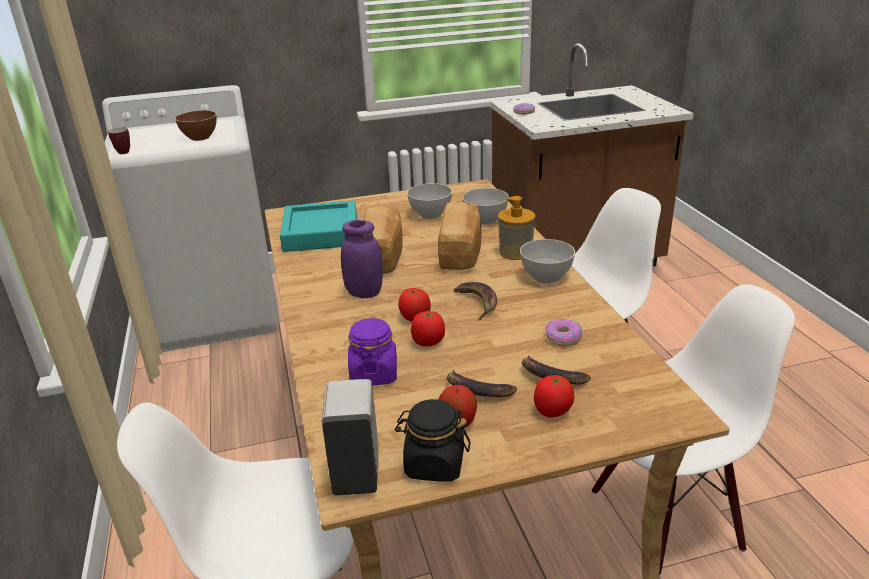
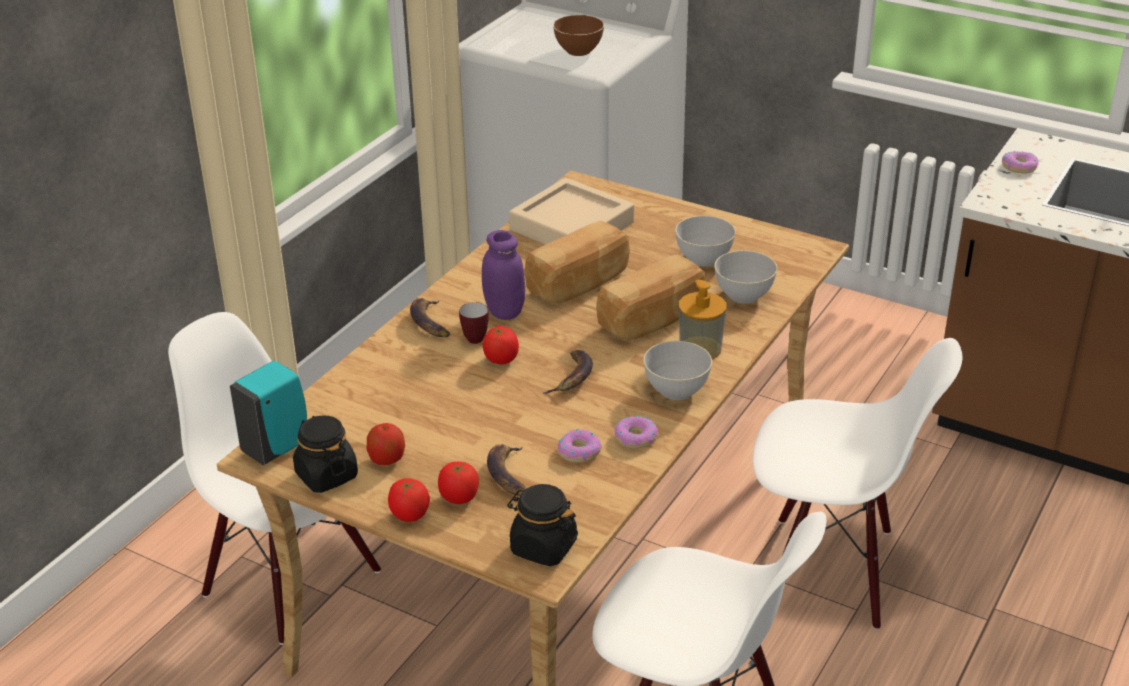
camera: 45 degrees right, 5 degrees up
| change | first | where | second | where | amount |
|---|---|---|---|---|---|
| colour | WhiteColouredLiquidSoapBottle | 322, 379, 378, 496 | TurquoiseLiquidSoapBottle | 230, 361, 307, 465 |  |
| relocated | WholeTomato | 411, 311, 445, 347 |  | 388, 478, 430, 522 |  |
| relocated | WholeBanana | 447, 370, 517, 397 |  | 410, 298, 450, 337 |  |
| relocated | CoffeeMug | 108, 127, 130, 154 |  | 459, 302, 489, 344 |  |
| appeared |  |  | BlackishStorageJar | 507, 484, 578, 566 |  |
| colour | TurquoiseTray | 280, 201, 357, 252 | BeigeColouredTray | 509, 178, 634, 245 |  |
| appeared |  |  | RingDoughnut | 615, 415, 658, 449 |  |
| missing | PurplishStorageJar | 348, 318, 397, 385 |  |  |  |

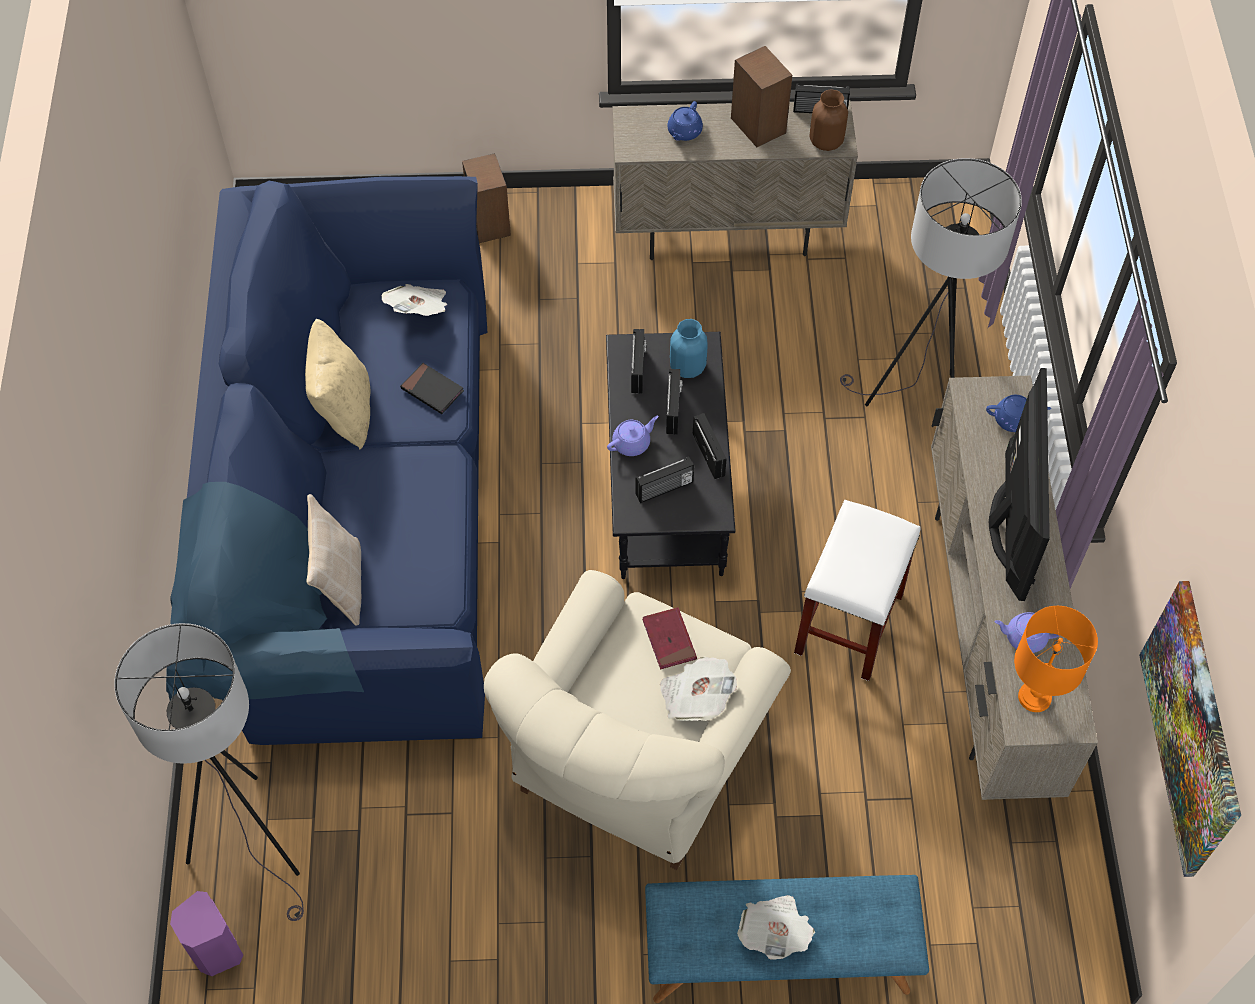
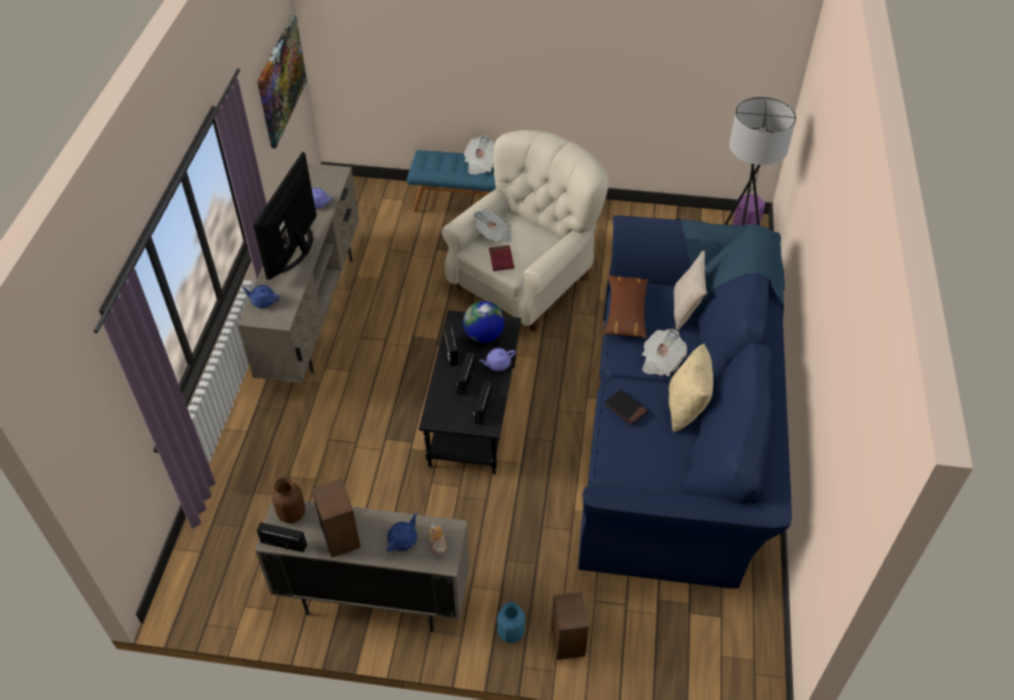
camera: 170 degrees left, 10 degrees down
| change | first | where | second | where | amount |
|---|---|---|---|---|---|
| appeared |  |  | TeaPot | 429, 524, 447, 555 |  |
| exchanged | RadioSet | 635, 456, 694, 503 | WorldGlobe | 463, 301, 505, 343 |  |
| relocated | BluishFlowerVase | 670, 319, 708, 378 |  | 497, 602, 525, 643 |  |
| appeared |  |  | BrownColouredThrowPillow | 604, 275, 649, 338 |  |
| relocated | DailyPaper | 382, 284, 447, 316 |  | 642, 329, 687, 376 |  |
| missing | WhiteColouredStoolSeat | 794, 500, 921, 681 |  |  |  |
| missing | GreyStandingLamp | 840, 158, 1022, 406 |  |  |  |
| missing | OrangeColouredLampForATable | 1014, 606, 1098, 712 |  |  |  |

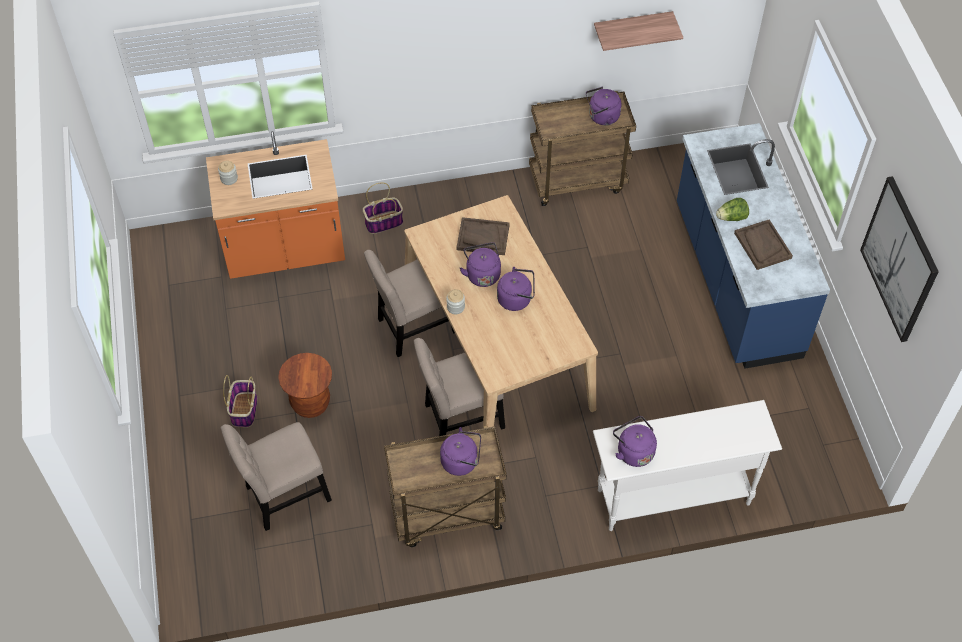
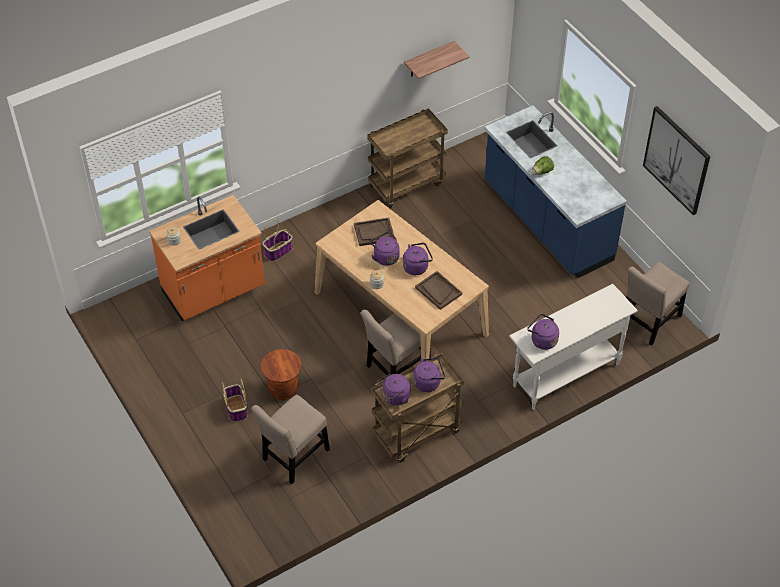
camera: 20 degrees left, 5 degrees down
| change | first | where | second | where | amount |
|---|---|---|---|---|---|
| relocated | PurplishWaterKettle | 586, 87, 622, 125 |  | 377, 374, 410, 405 |  |
| relocated | BrownColouredTray | 734, 219, 793, 270 |  | 415, 271, 462, 310 |  |
| relocated | BeigeColouredChair | 364, 250, 455, 357 |  | 627, 262, 689, 346 |  |

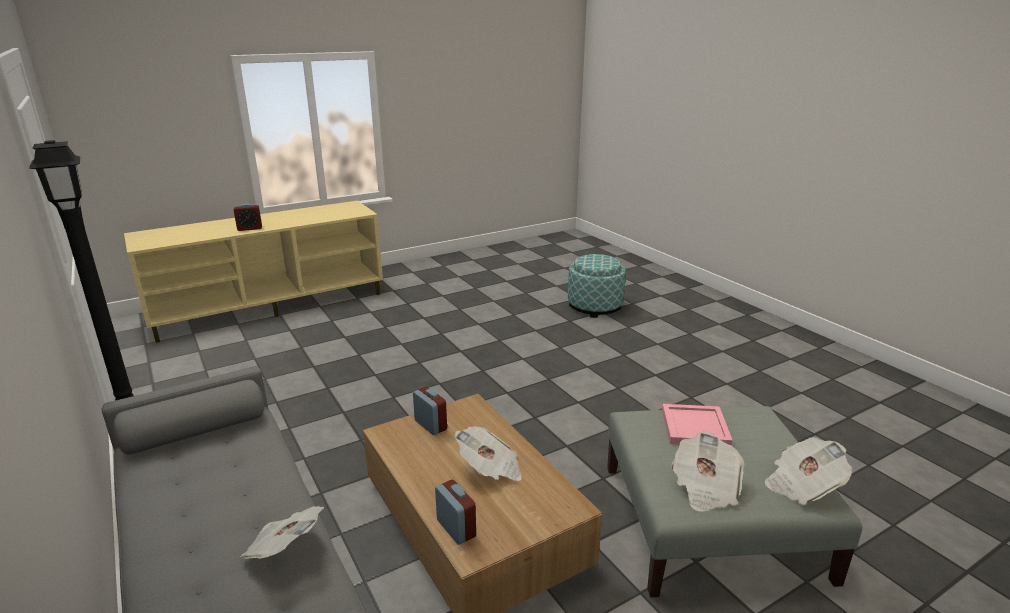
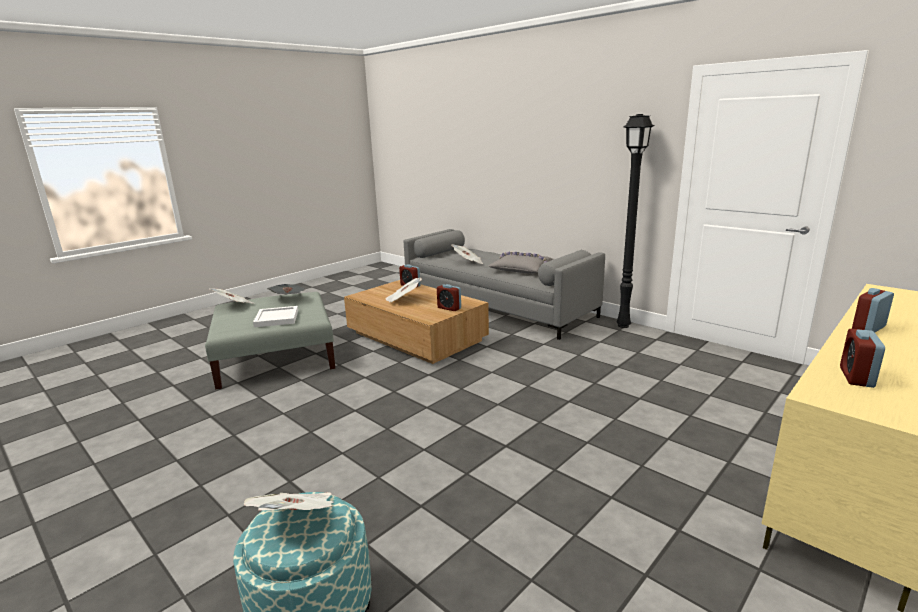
camera: 165 degrees right, 5 degrees down
| change | first | where | second | where | amount |
|---|---|---|---|---|---|
| appeared |  |  | DailyPaper | 244, 492, 334, 511 |  |
| colour | PinkColouredTray | 662, 404, 733, 446 | WhiteColouredTray | 253, 306, 298, 327 |  |
| appeared |  |  | GreyThrowPillow | 488, 252, 553, 273 |  |
| appeared |  |  | AlarmClock | 840, 329, 885, 388 |  |

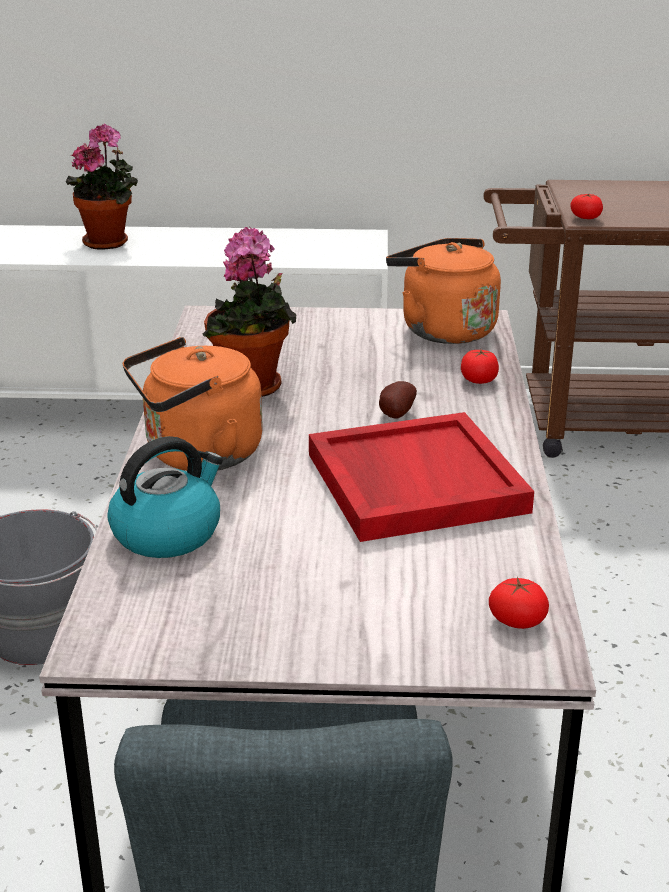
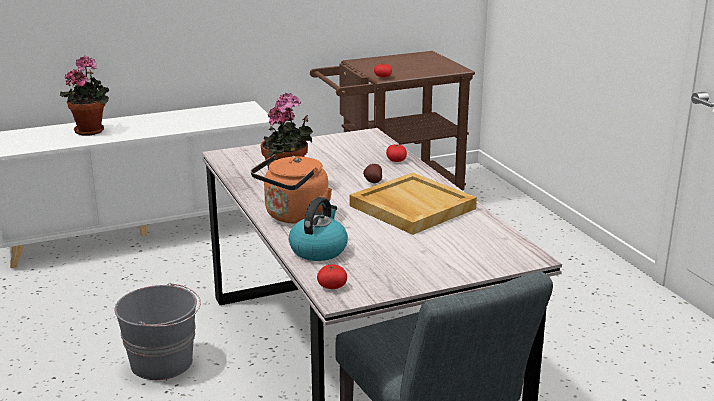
camera: 25 degrees left, 5 degrees down
| change | first | where | second | where | amount |
|---|---|---|---|---|---|
| relocated | WholeTomato | 489, 577, 549, 629 |  | 317, 264, 347, 289 |  |
| colour | ReddishTray | 309, 412, 534, 542 | BeigeColouredTray | 350, 173, 477, 235 |  |
| missing | OrangeColouredWaterKettle | 386, 238, 501, 344 |  |  |  |

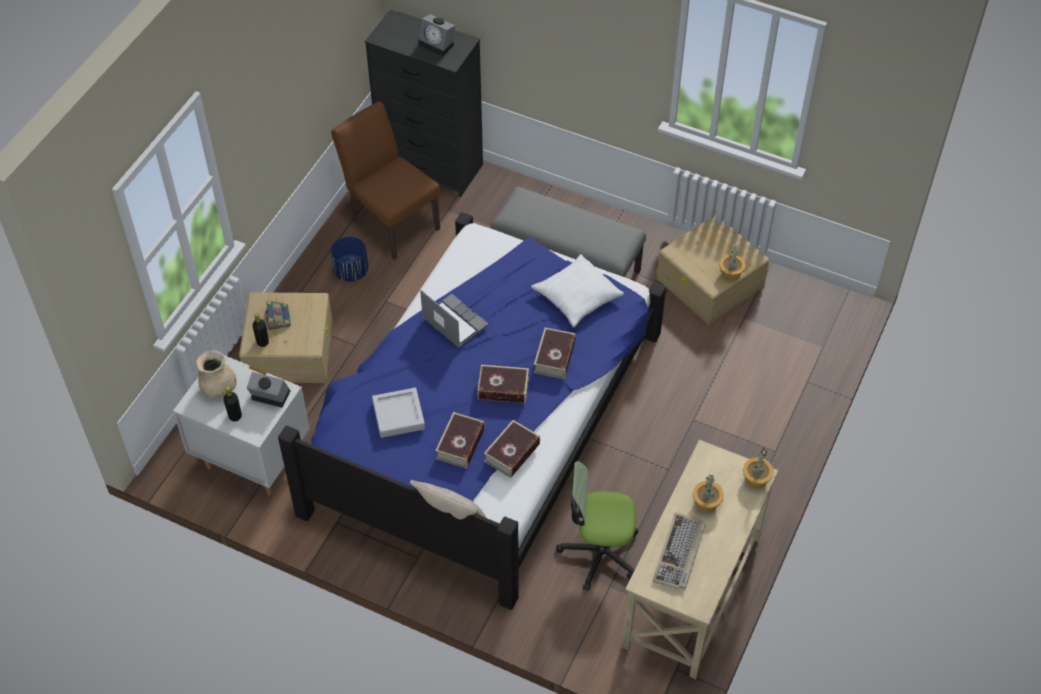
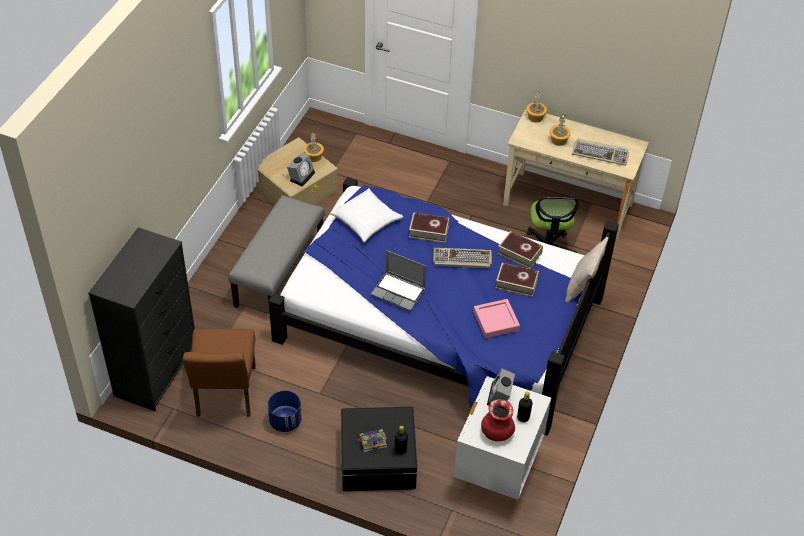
camera: 95 degrees left, 5 degrees down
| change | first | where | second | where | amount |
|---|---|---|---|---|---|
| spun | BrownColouredChair | 331, 101, 440, 260 |  | 183, 329, 256, 417 | 45 degrees counterclockwise |
| relocated | AlarmClock | 419, 14, 455, 56 |  | 287, 153, 315, 187 |  |
| colour | BeigeColouredStorageBin | 239, 292, 333, 383 | BlackishStorageBin | 341, 407, 417, 491 |  |
| spun | Laptop | 420, 290, 489, 348 |  | 371, 250, 427, 311 | 105 degrees counterclockwise |
| exchanged | BoundBook | 478, 365, 529, 403 | Keyboard | 433, 248, 492, 268 |  |
| colour | GreyTray | 372, 388, 425, 438 | PinkColouredTray | 473, 299, 520, 338 |  |
| colour | BeigeColouredFlowerVase | 196, 350, 237, 399 | ReddishFlowerVase | 481, 399, 515, 442 |  |

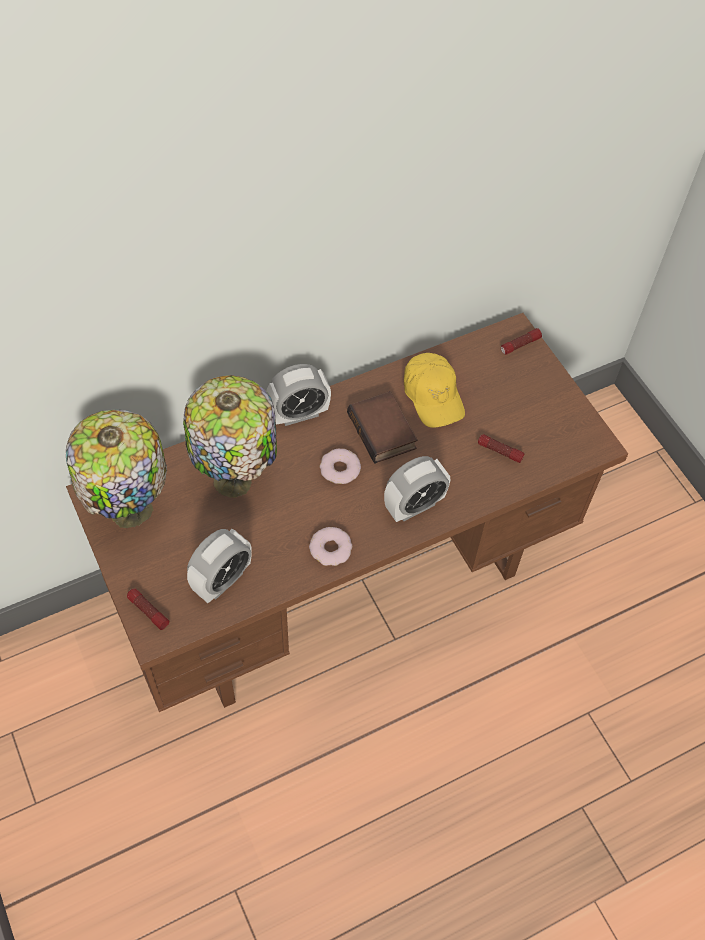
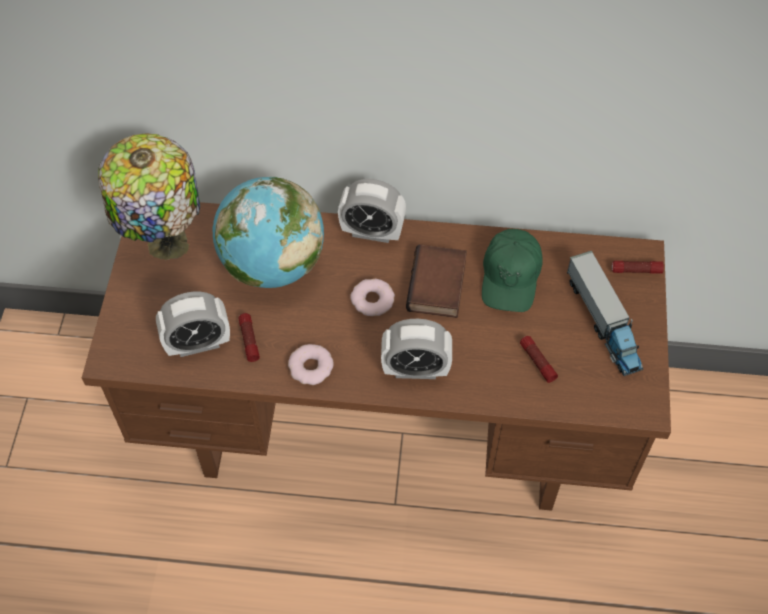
camera: 35 degrees right, 0 degrees up
| change | first | where | second | where | amount |
|---|---|---|---|---|---|
| exchanged | LampForATable | 183, 375, 277, 498 | WorldGlobe | 213, 177, 324, 288 |  |
| relocated | Torch | 127, 589, 169, 630 |  | 239, 313, 260, 362 |  |
| colour | YellowishCap | 404, 353, 465, 428 | GreenishCap | 482, 229, 543, 312 |  |
| appeared |  |  | ModelTruck | 567, 251, 643, 376 |  |

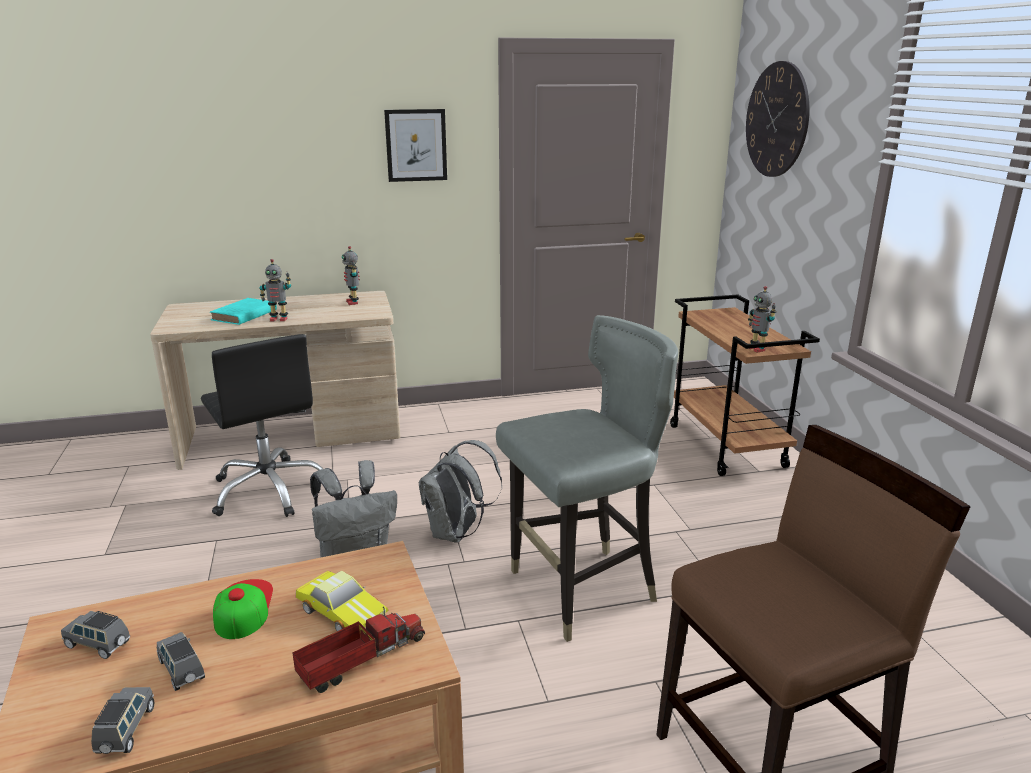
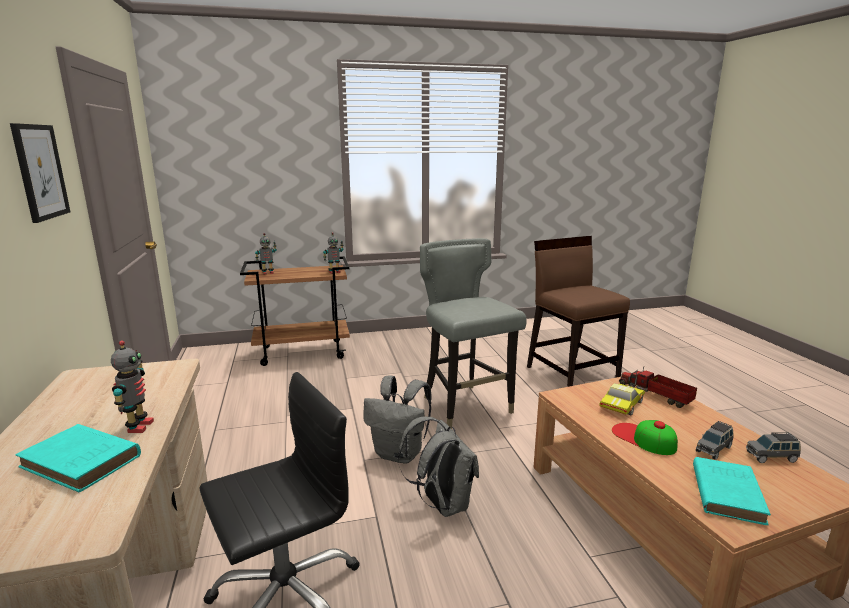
camera: 90 degrees left, 5 degrees down
| change | first | where | second | where | amount |
|---|---|---|---|---|---|
| relocated | ToyRobot | 342, 246, 360, 305 |  | 255, 233, 277, 275 |  |
| spun | Cap | 213, 579, 273, 639 |  | 612, 420, 678, 455 | 60 degrees clockwise |
| exchanged | GreyModelCar | 61, 611, 130, 659 | TurquoiseBoundBook | 693, 457, 771, 525 |  |
| missing | ClockOnTheWall | 746, 61, 810, 177 |  |  |  |

